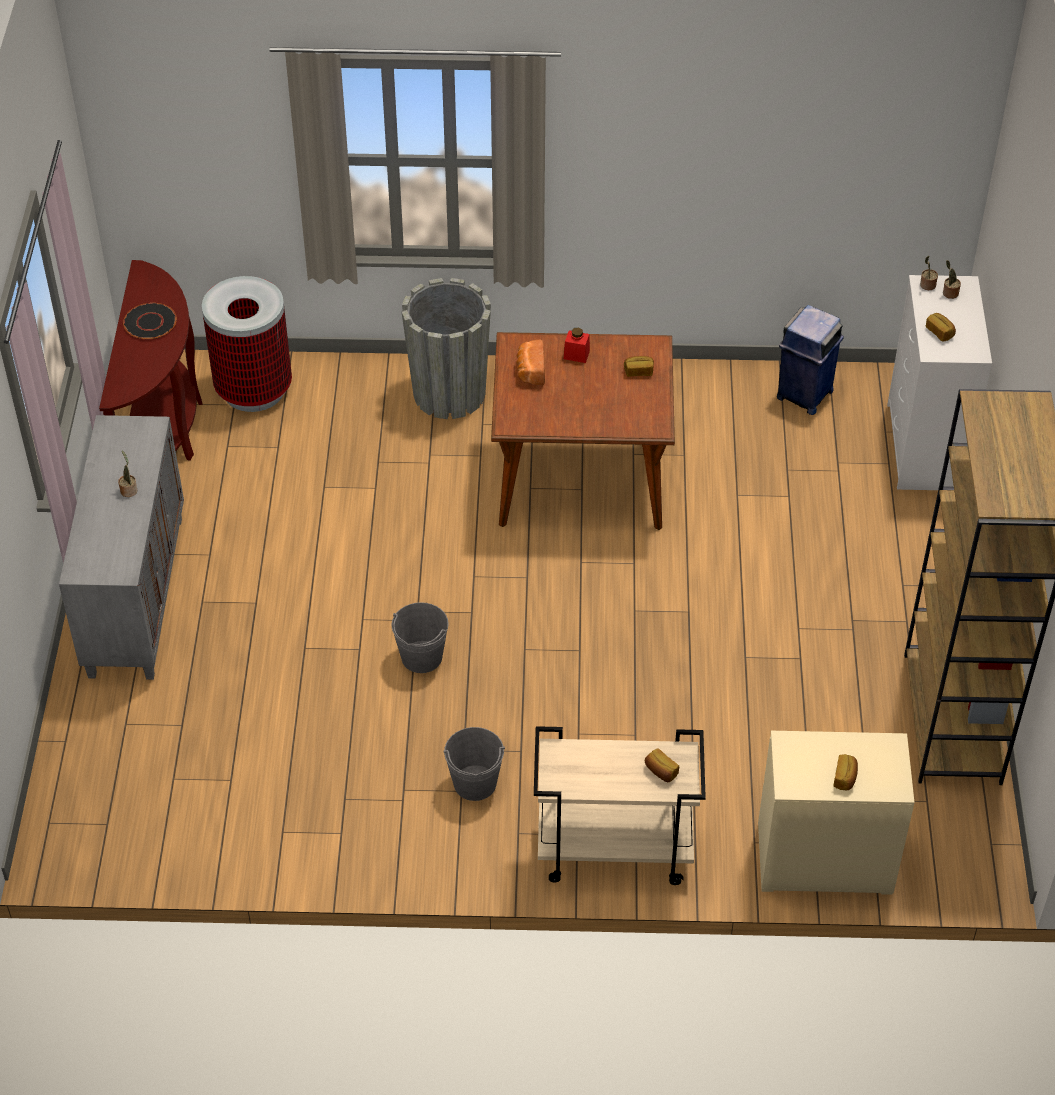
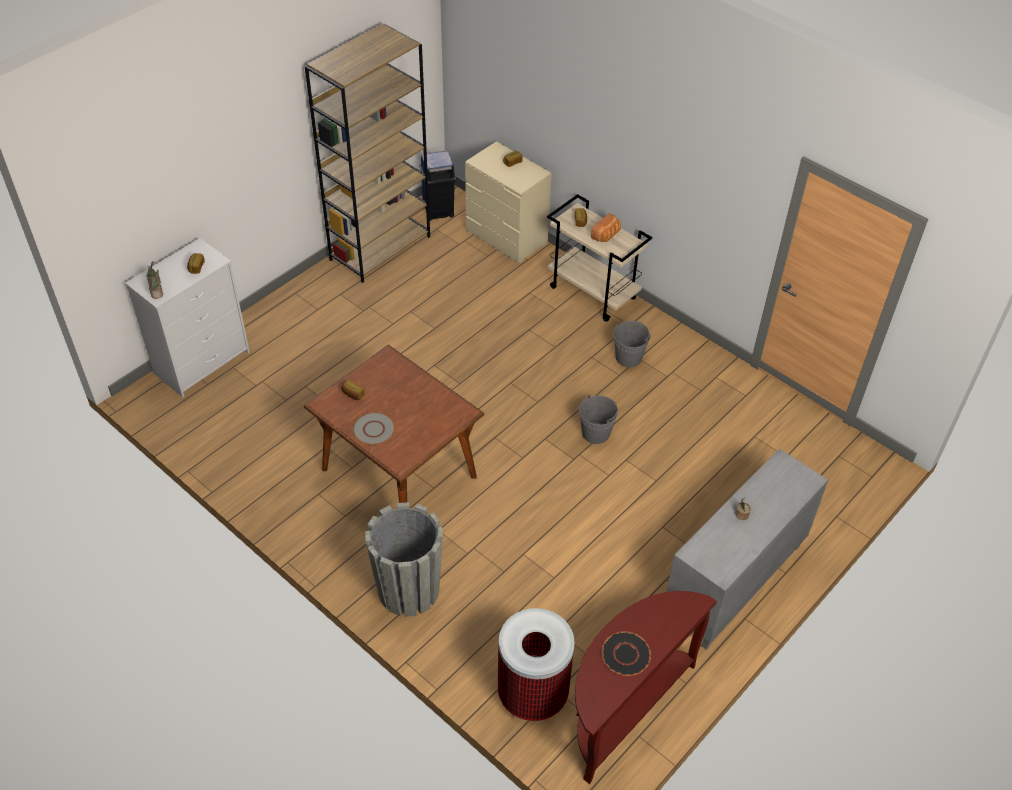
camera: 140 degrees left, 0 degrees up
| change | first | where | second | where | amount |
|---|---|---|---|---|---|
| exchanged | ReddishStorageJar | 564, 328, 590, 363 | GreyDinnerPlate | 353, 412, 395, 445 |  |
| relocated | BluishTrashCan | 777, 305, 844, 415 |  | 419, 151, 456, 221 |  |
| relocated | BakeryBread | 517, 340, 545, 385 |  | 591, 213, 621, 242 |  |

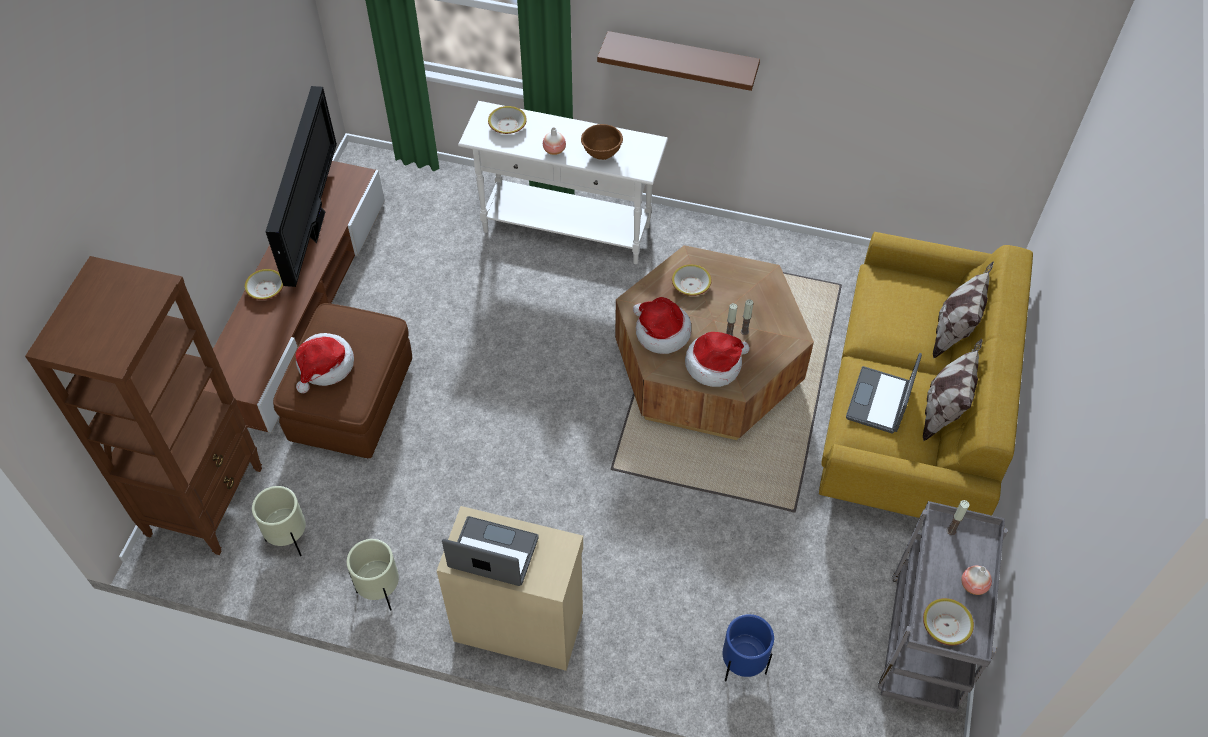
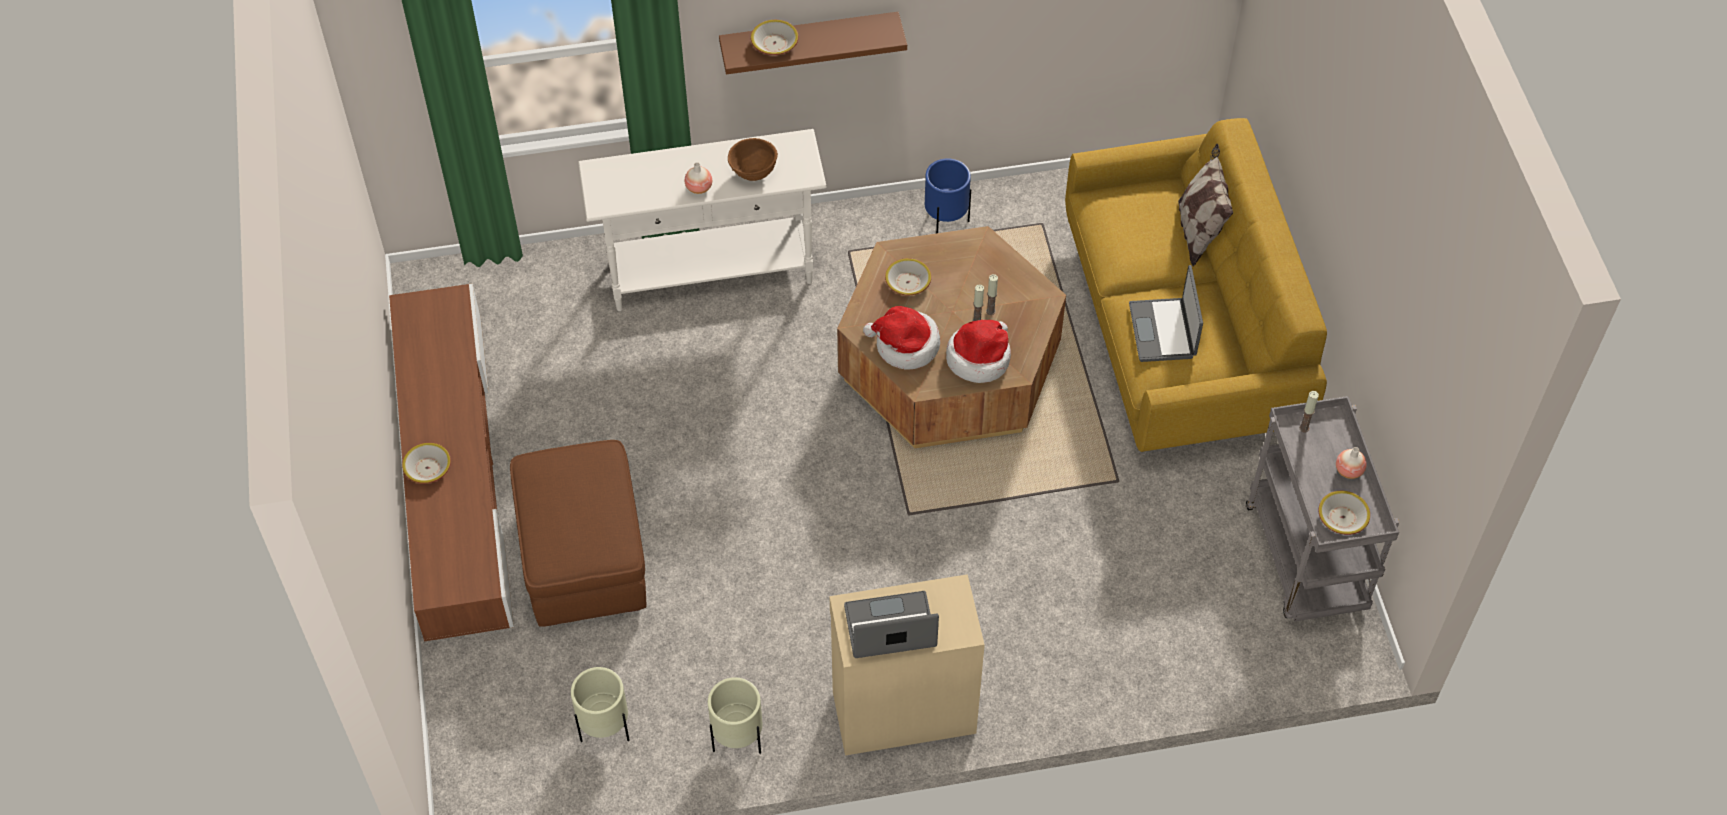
camera: 25 degrees left, 0 degrees up
| change | first | where | second | where | amount |
|---|---|---|---|---|---|
| relocated | DeepDish | 488, 106, 527, 134 |  | 751, 20, 798, 55 |  |
| relocated | BluishPlantPot | 722, 614, 774, 682 |  | 925, 158, 971, 233 |  |
| missing | BrownColouredBookcase | 25, 256, 262, 555 |  |  |  |
| missing | Tv | 265, 86, 337, 287 |  |  |  |
| missing | ClothingHat | 296, 333, 354, 393 |  |  |  |
| missing | ThrowPillow | 923, 339, 982, 442 |  |  |  |

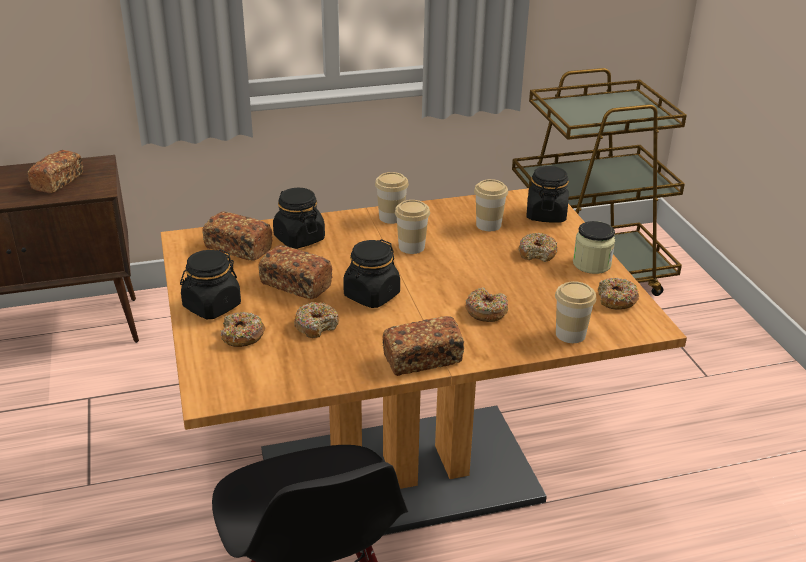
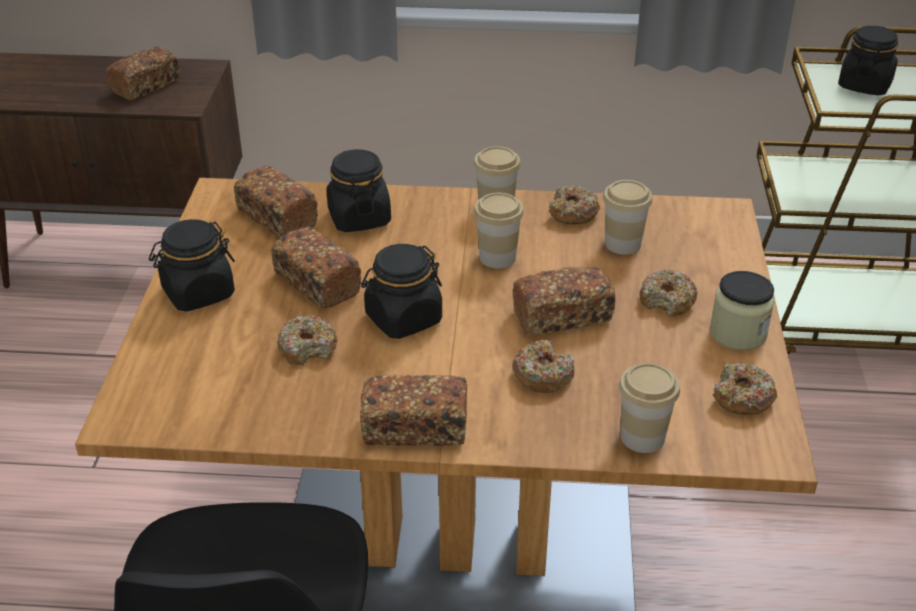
camera: 20 degrees right, 5 degrees up
| change | first | where | second | where | amount |
|---|---|---|---|---|---|
| appeared |  |  | BakeryBread | 512, 266, 616, 335 |  |
| relocated | RingDoughnut | 221, 312, 265, 347 |  | 549, 186, 600, 224 |  |
| relocated | BlackishStorageJar | 526, 166, 569, 223 |  | 838, 26, 898, 95 |  |

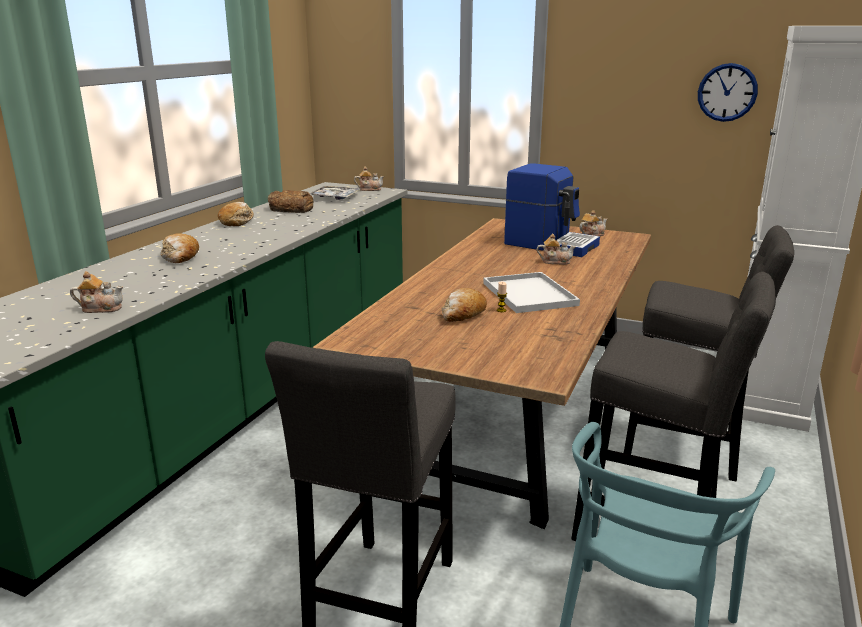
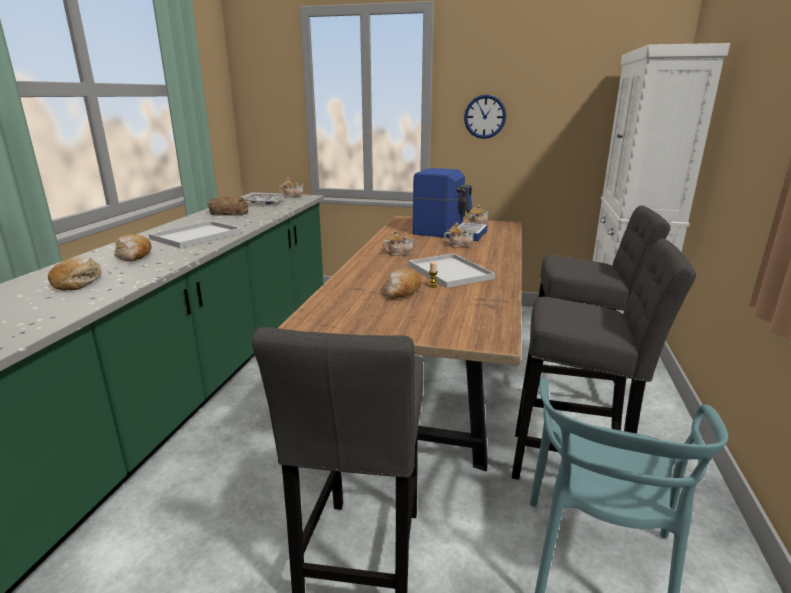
camera: 10 degrees left, 0 degrees up
| change | first | where | second | where | amount |
|---|---|---|---|---|---|
| relocated | BakeryBread | 218, 202, 254, 226 |  | 48, 257, 102, 291 |  |
| appeared |  |  | WhiteColouredTray | 149, 221, 242, 248 |  |
| relocated | TeaPot | 70, 271, 123, 313 |  | 383, 229, 415, 256 |  |
| relocated | ClockOnTheWall | 698, 63, 758, 122 |  | 464, 95, 506, 139 |  |

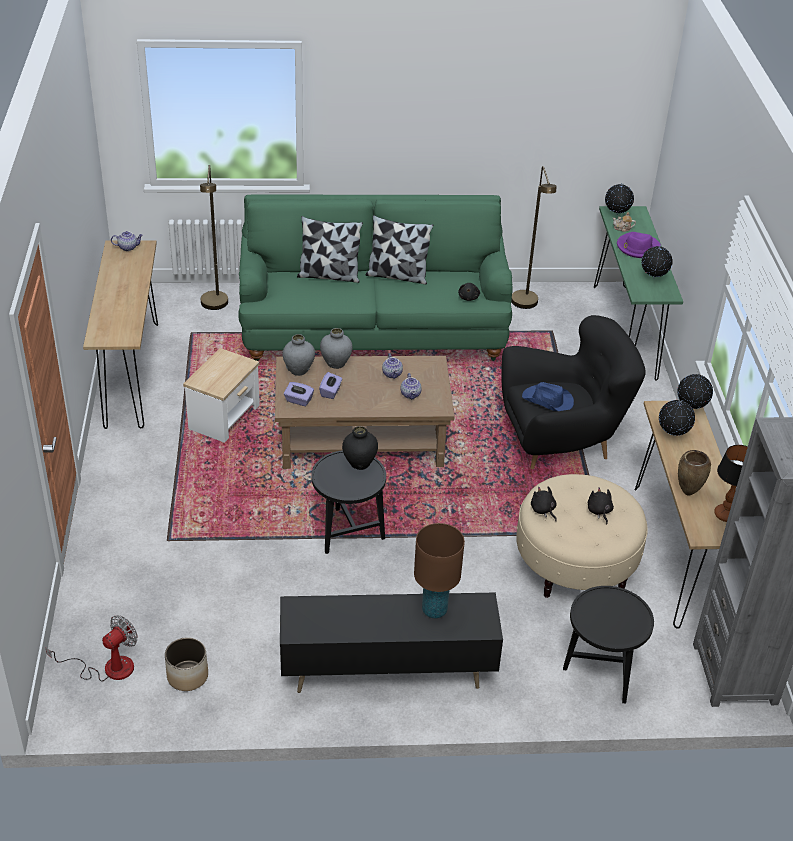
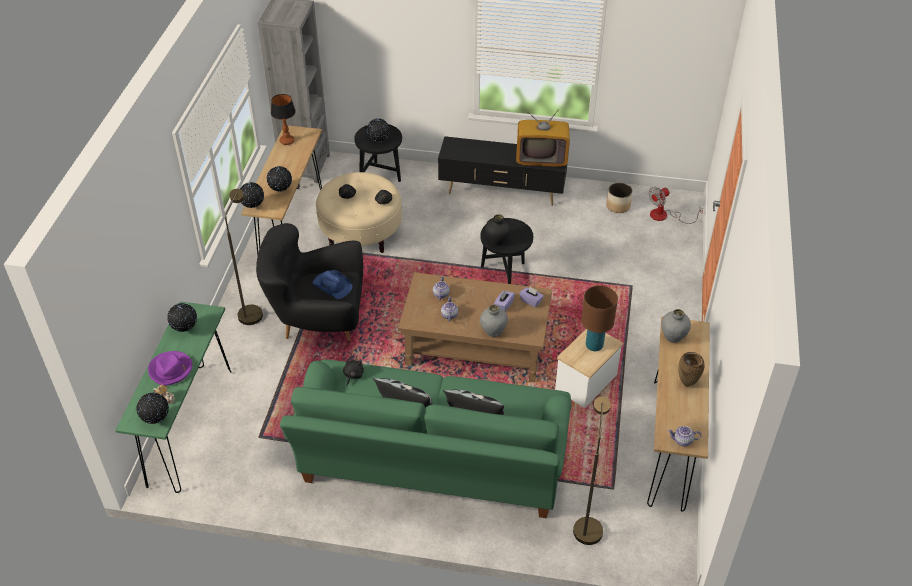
camera: 165 degrees left, 5 degrees up
| change | first | where | second | where | amount |
|---|---|---|---|---|---|
| relocated | BrownColouredStandingLamp | 512, 166, 557, 309 |  | 225, 189, 263, 325 |  |
| appeared |  |  | WorldGlobe | 367, 118, 390, 142 |  |
| appeared |  |  | Tv | 516, 110, 570, 167 |  |
| relocated | BrownColouredLampForATable | 414, 523, 465, 618 |  | 581, 285, 618, 351 |  |
| relocated | GreyFlowerVase | 283, 334, 315, 376 |  | 661, 309, 691, 343 |  |
| relocated | BrownColouredFlowerVase | 678, 450, 711, 496 |  | 678, 352, 705, 387 |  |

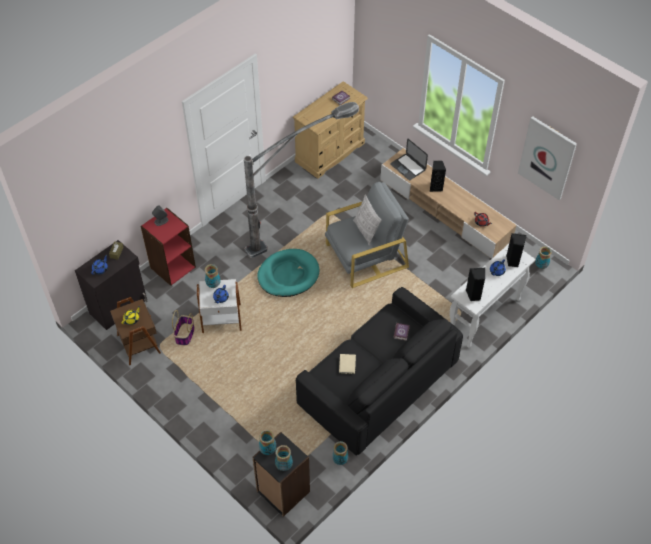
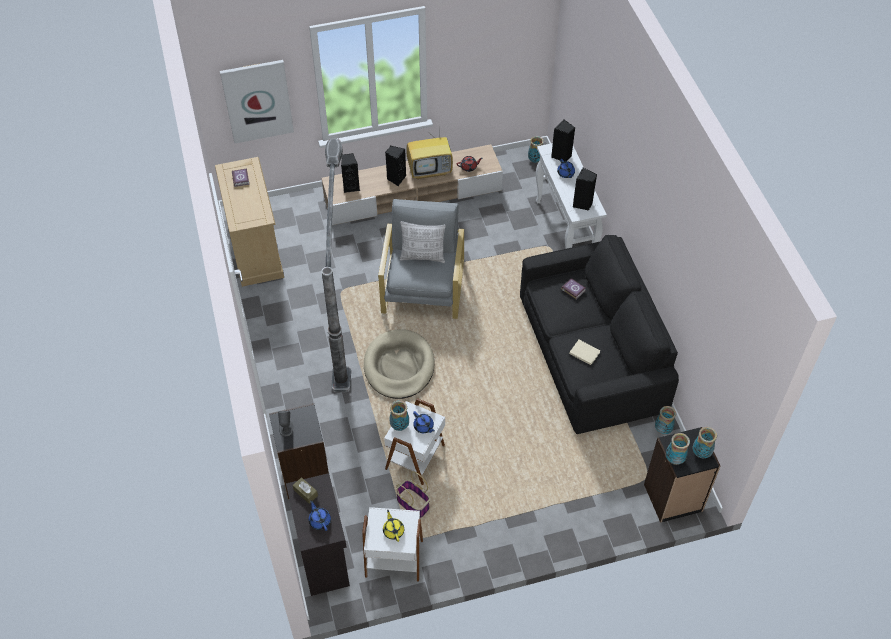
camera: 60 degrees left, 0 degrees up
| change | first | where | second | where | amount |
|---|---|---|---|---|---|
| relocated | WallPicture | 518, 116, 577, 200 |  | 220, 60, 294, 143 |  |
| colour | ReddishBookcase | 140, 208, 196, 286 | BlackishBookcase | 269, 403, 329, 499 |  |
| exchanged | Laptop | 390, 139, 428, 180 | BlackishLoudspeaker | 341, 153, 360, 193 |  |
| colour | BrownColouredSideTable | 110, 297, 161, 365 | WhiteColouredSideTable | 362, 507, 423, 582 |  |
| colour | TurquoiseDogBed | 257, 249, 319, 297 | BeigeColouredDogBed | 364, 329, 435, 399 |  |
| appeared |  |  | Tv | 406, 120, 453, 179 |  |

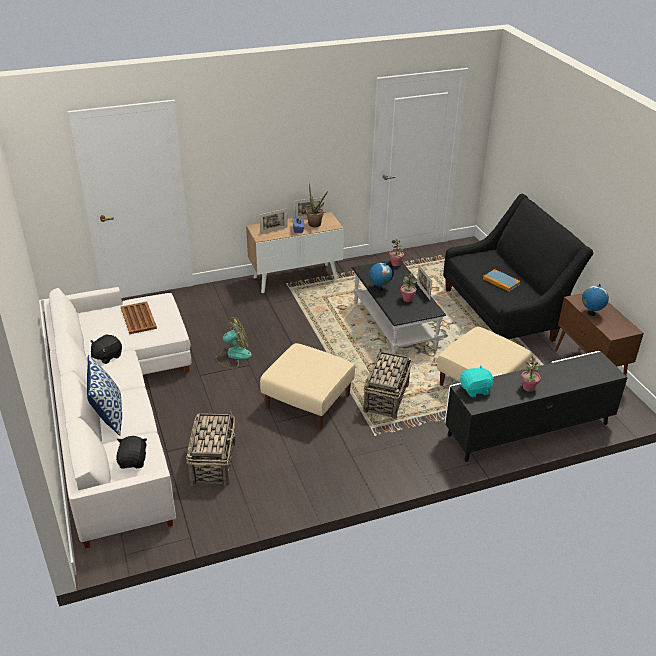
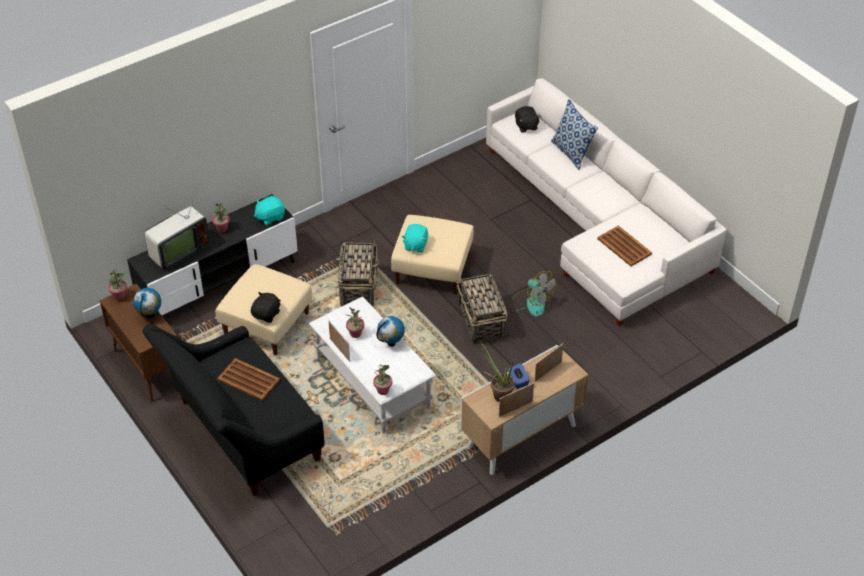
camera: 165 degrees right, 10 degrees up
| change | first | where | second | where | amount |
|---|---|---|---|---|---|
| appeared |  |  | PottedPlant | 108, 269, 127, 300 |  |
| appeared |  |  | Tv | 145, 189, 210, 270 |  |
| exchanged | BoundBook | 483, 269, 520, 292 | BrownColouredTray | 217, 358, 280, 401 |  |
| relocated | BlackishPlushToy | 90, 334, 122, 364 |  | 251, 292, 281, 323 |  |
| colour | BlackishCoffeeTable | 352, 260, 446, 354 | WhiteColouredCoffeeTable | 309, 296, 436, 433 |  |
| appeared |  |  | TurquoisePlushToy | 402, 224, 428, 252 |  |
| relocated | HouseholdBasket | 186, 410, 236, 486 |  | 456, 274, 508, 344 |  |
| spun | CoolingFan | 216, 317, 252, 369 |  | 510, 271, 557, 317 | 90 degrees counterclockwise |

